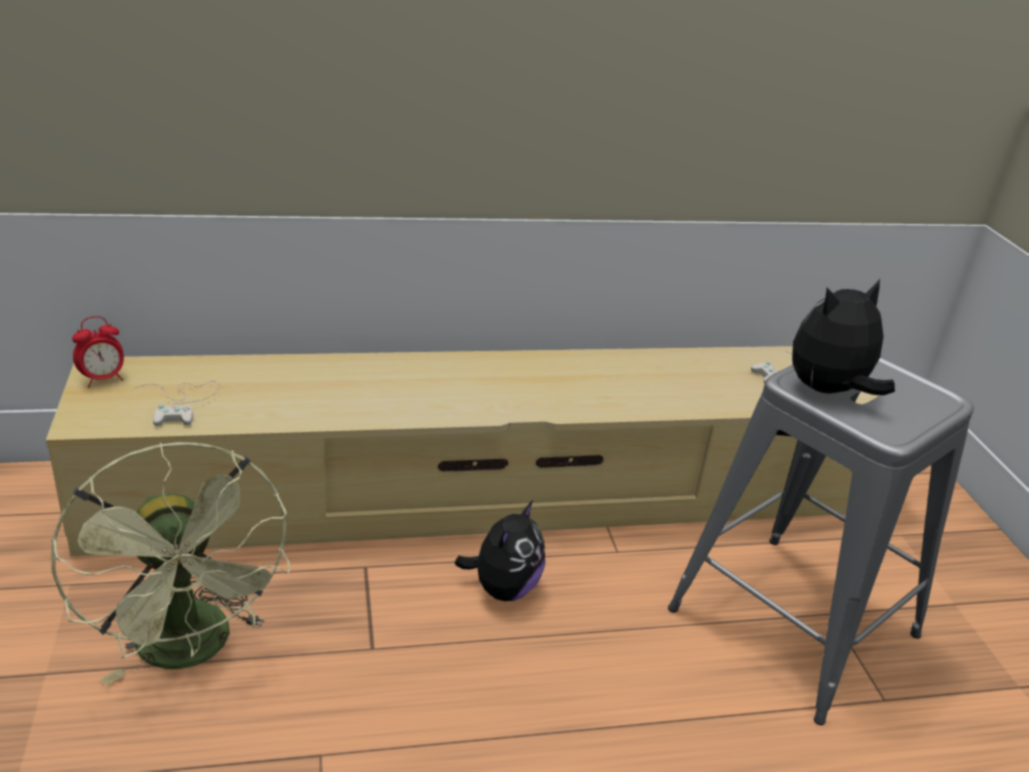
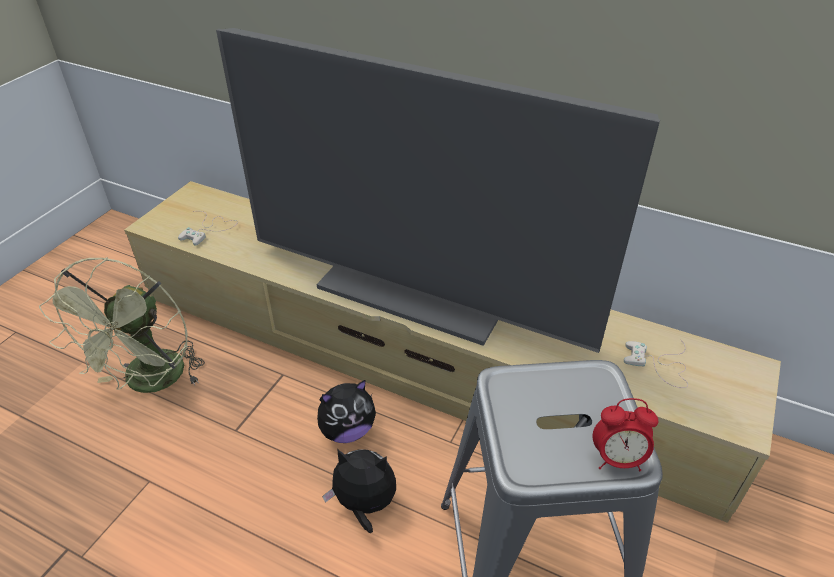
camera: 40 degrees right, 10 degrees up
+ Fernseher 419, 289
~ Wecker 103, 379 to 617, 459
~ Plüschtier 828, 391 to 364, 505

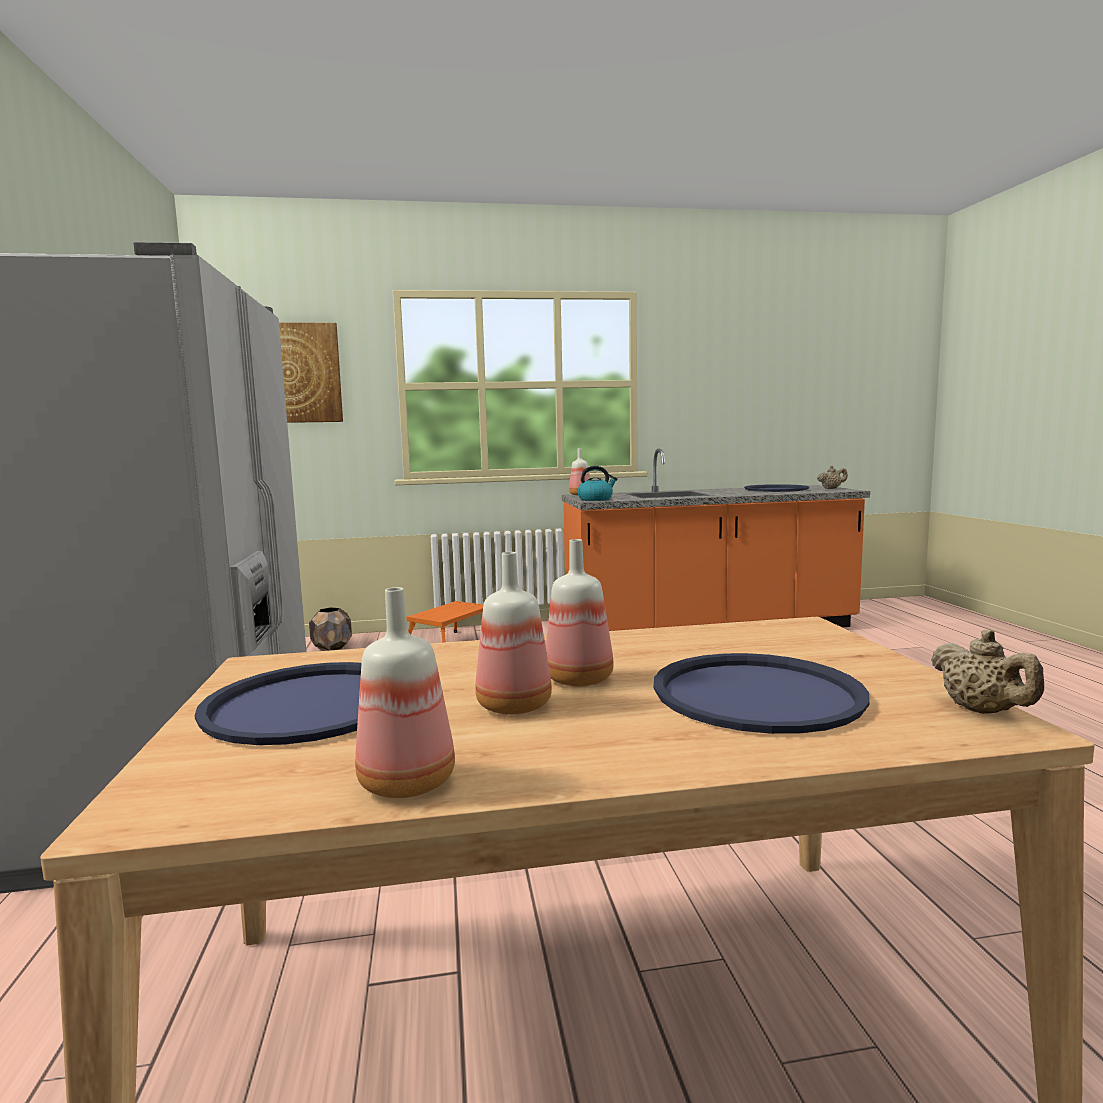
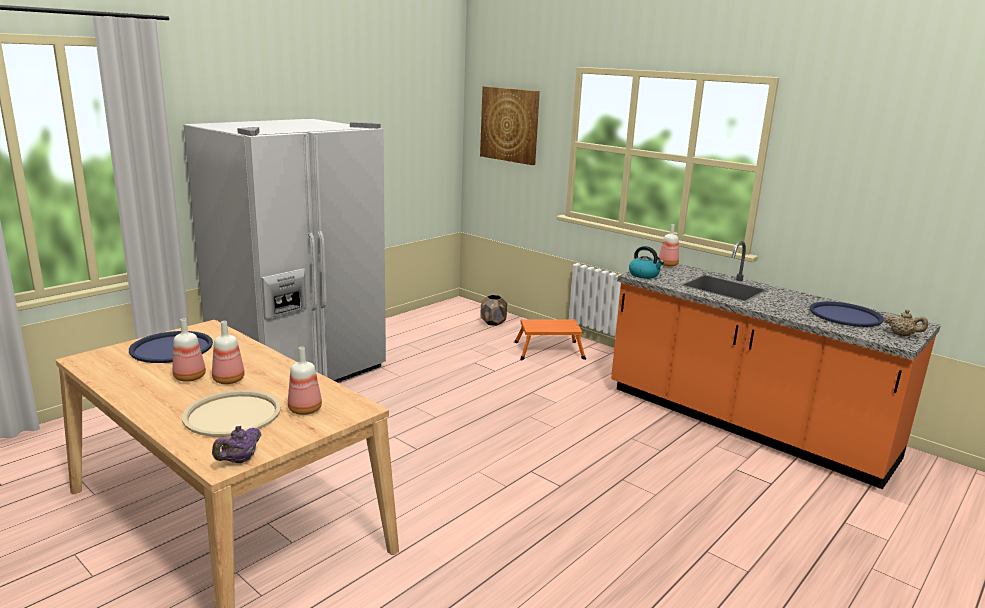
camera: 50 degrees right, 10 degrees up
~ Flasche 407, 781 to 306, 409
~ Tablett/blau 756, 694 to Tablett/beige 232, 414
~ Teekanne/beige 982, 711 to Teekanne/lila 239, 460

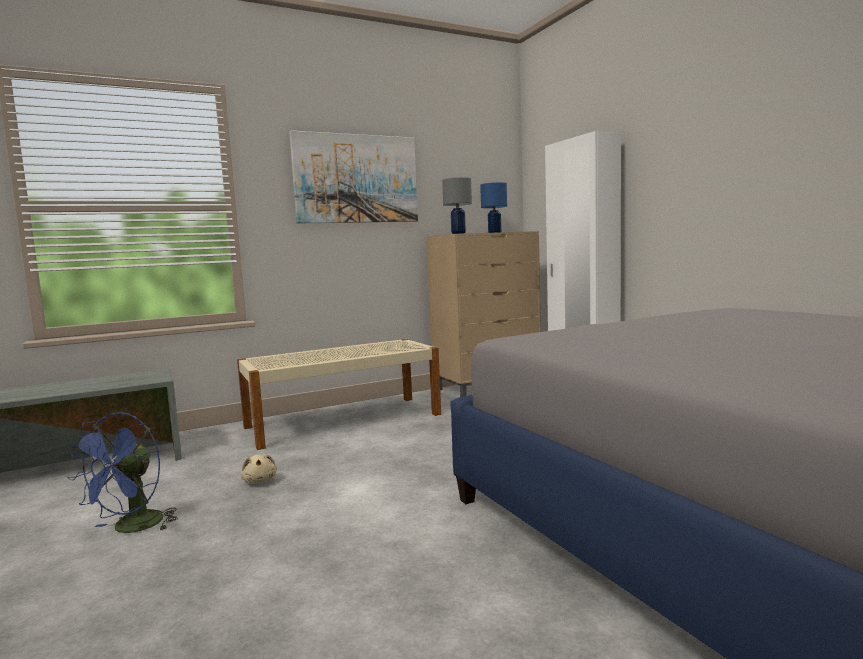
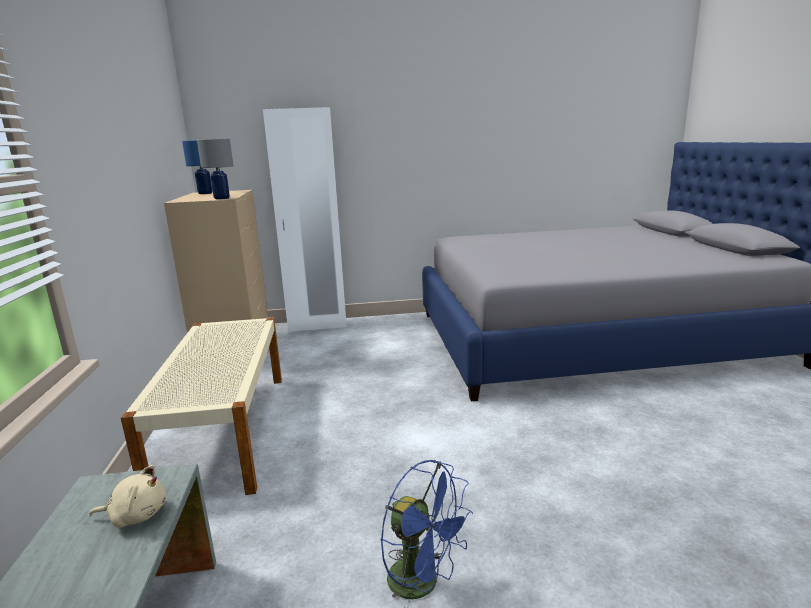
camera: 70 degrees left, 10 degrees up
- Bild 356, 179
~ Plüschtier/beige 260, 481 to 136, 515

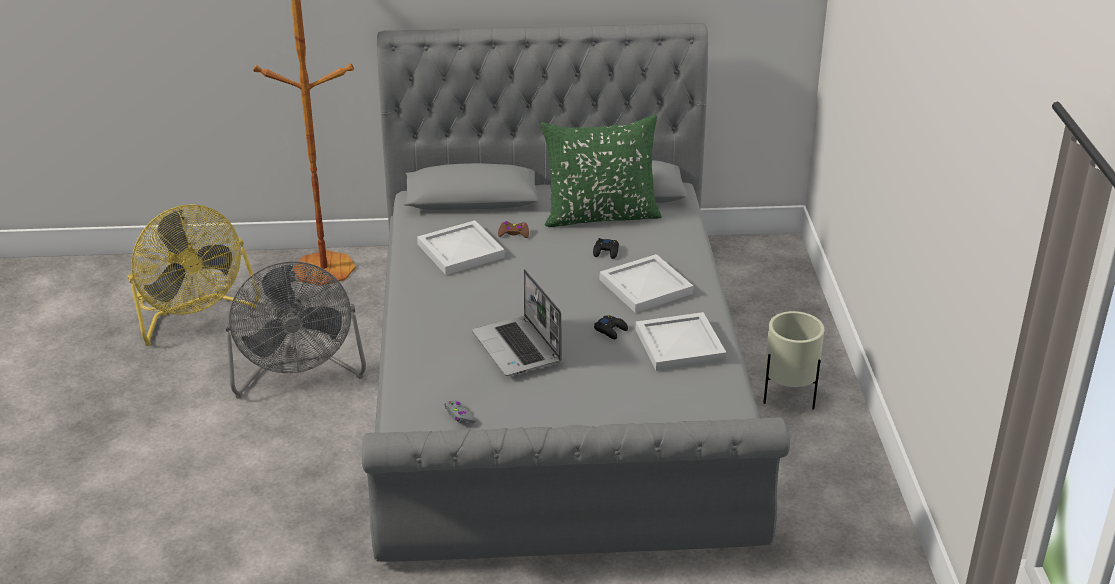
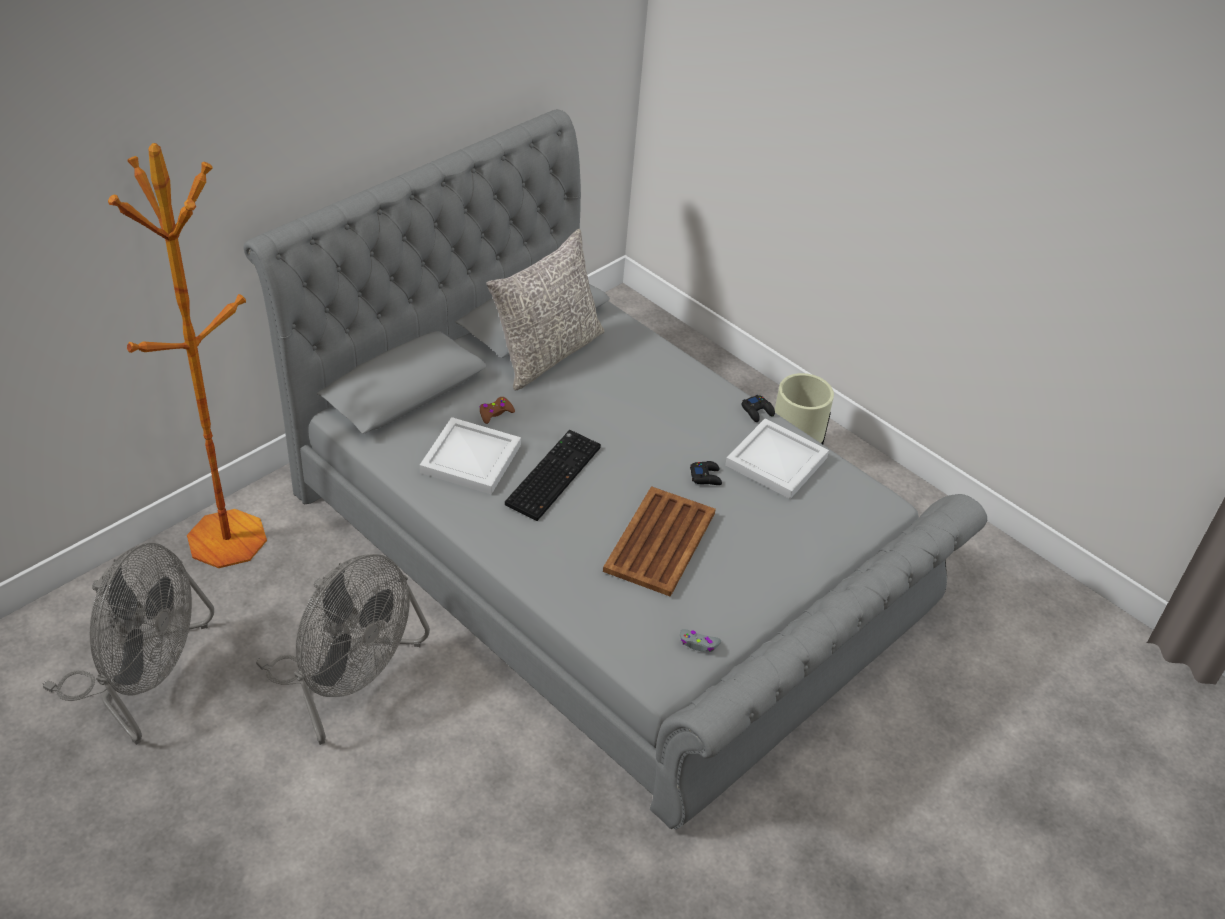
camera: 45 degrees left, 10 degrees up
- Tablett/weiß 647, 287
+ Tastatur 552, 474
~ Gamepad/schwarz 606, 252 to 757, 411
~ Laptop 518, 348 to Tablett/braun 661, 541
~ Ventilator/gelb 188, 316 to Ventilator/grau 141, 679
~ Kissen/grün 600, 215 to Kissen/grau 547, 353

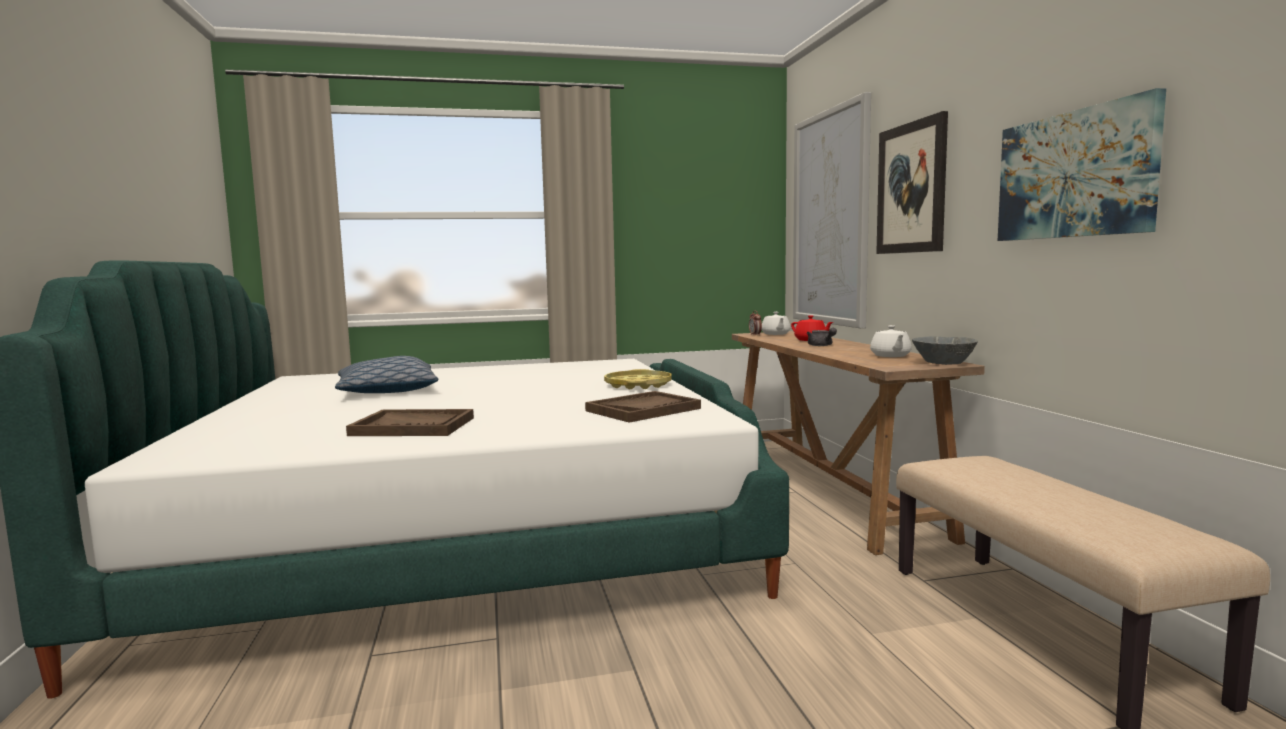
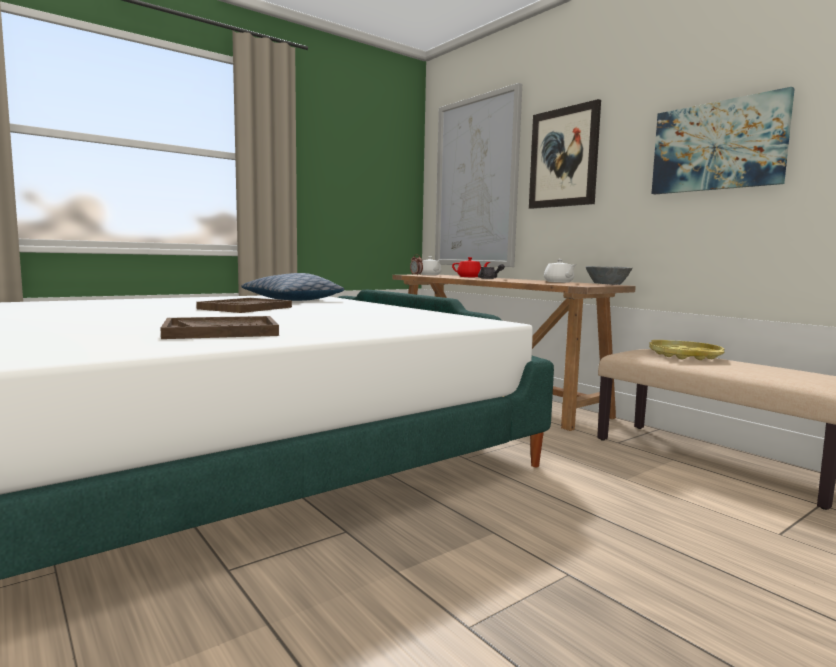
camera: 25 degrees left, 0 degrees up
~ Kissen 387, 391 to 293, 300
~ Tablett/braun 643, 409 to 245, 308
~ Tablett/gelb 638, 385 to 685, 355

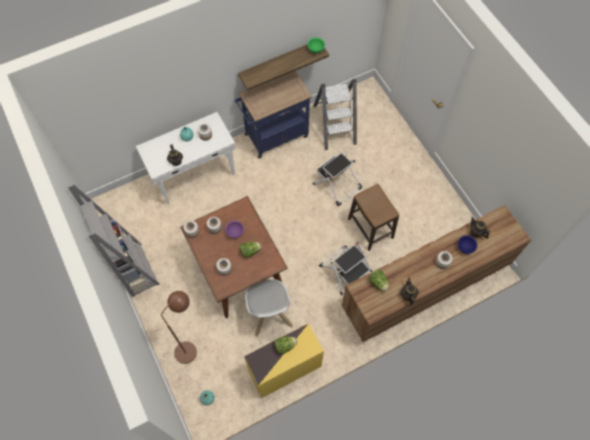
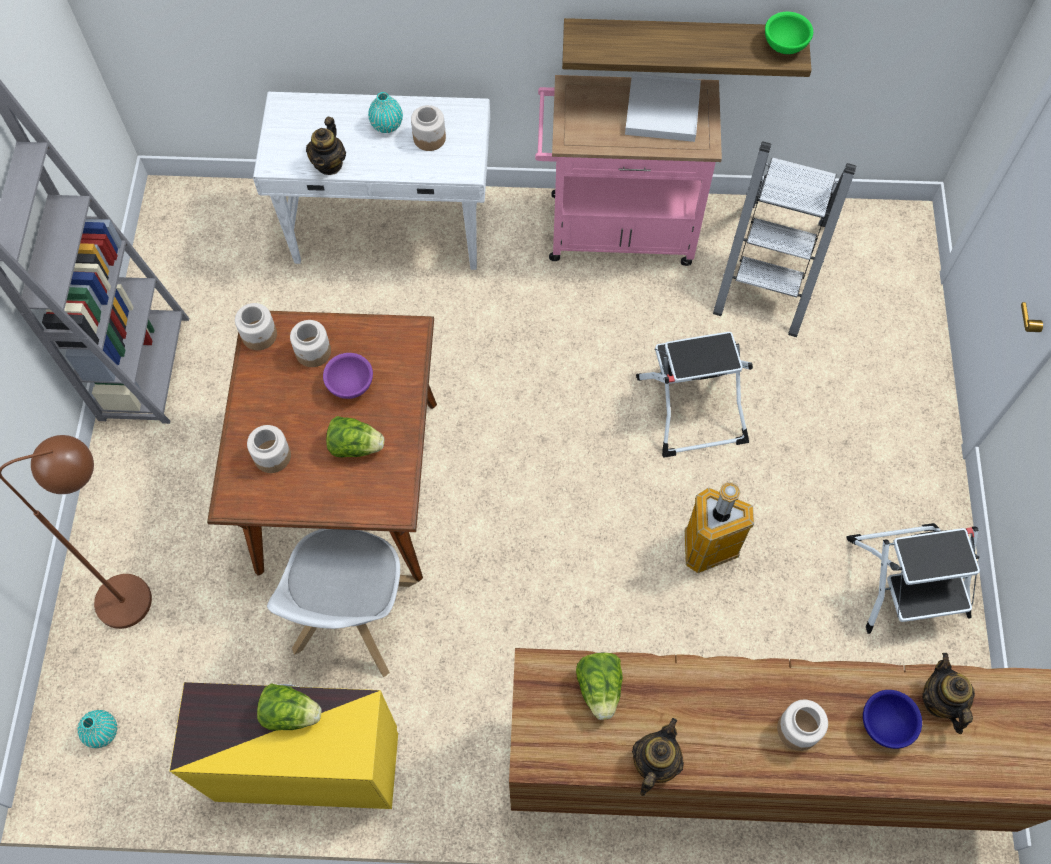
camera: 30 degrees right, 0 degrees up
+ Tablett/weiß 662, 110
~ Trittleiter 345, 270 to 905, 580
~ Hocker 370, 228 to Mülleimer 709, 549
~ Rollwagen/blau 274, 136 to Rollwagen/rosa 615, 230

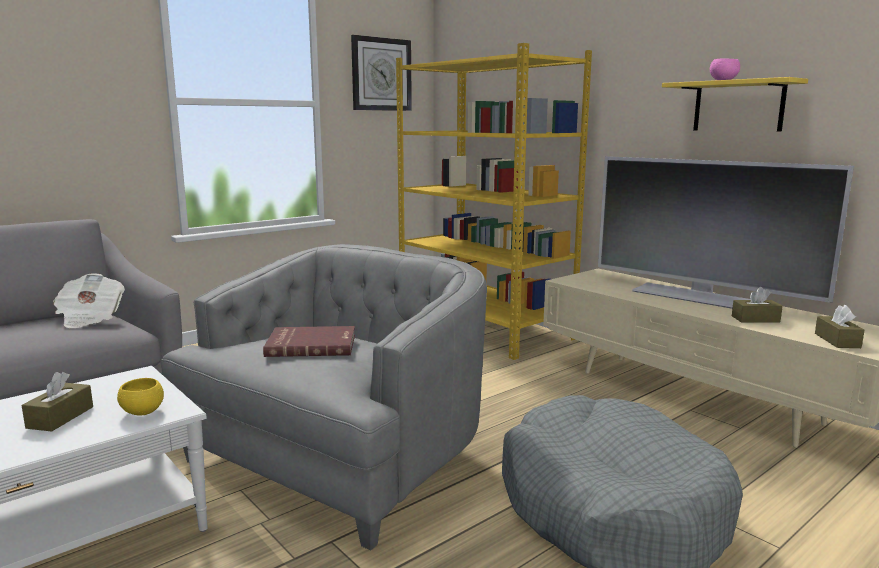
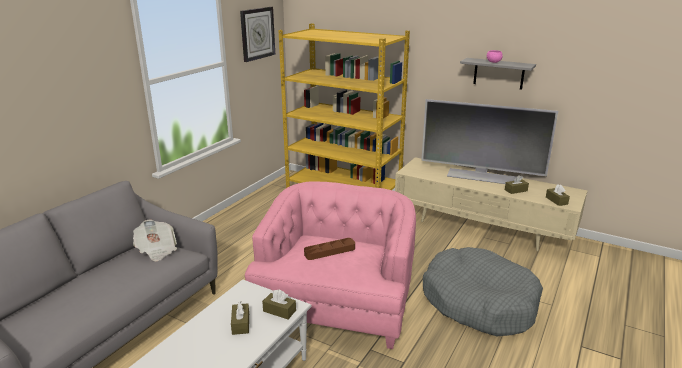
camera: 20 degrees left, 10 degrees up
~ Schüssel/gelb 142, 412 to Taschentuchbox/braun 279, 311
~ Buch/rot 311, 345 to Tablett/braun 330, 251
~ Sessel/grau 339, 460 to Sessel/rosa 336, 305
~ Wandregal/gelb 738, 106 to Wandregal/grau 498, 73

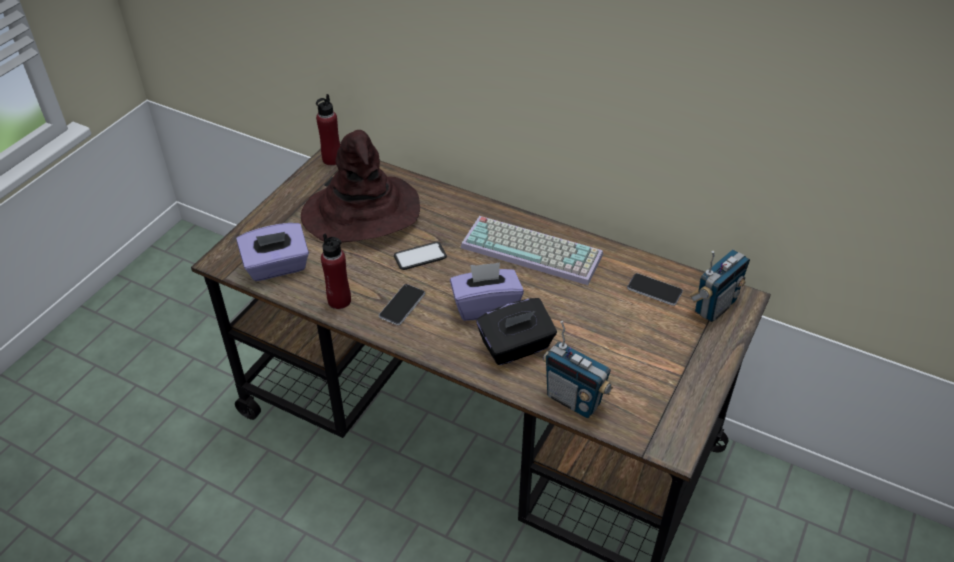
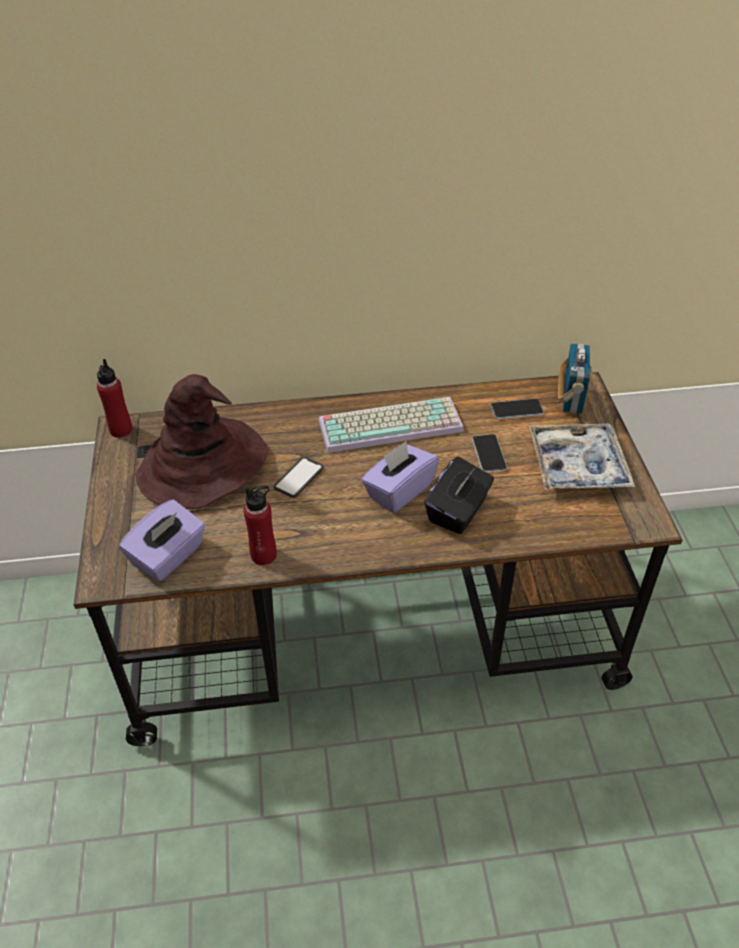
camera: 35 degrees left, 0 degrees up
- Radio 574, 400
+ Tablett 577, 465
~ Handy 402, 305 to 489, 454

